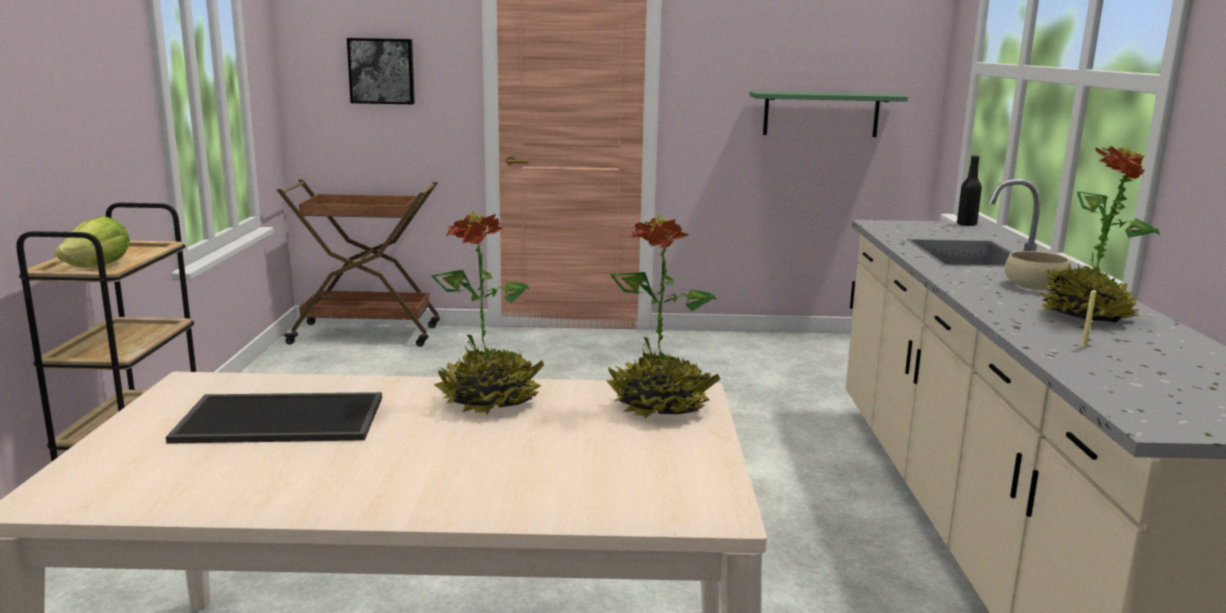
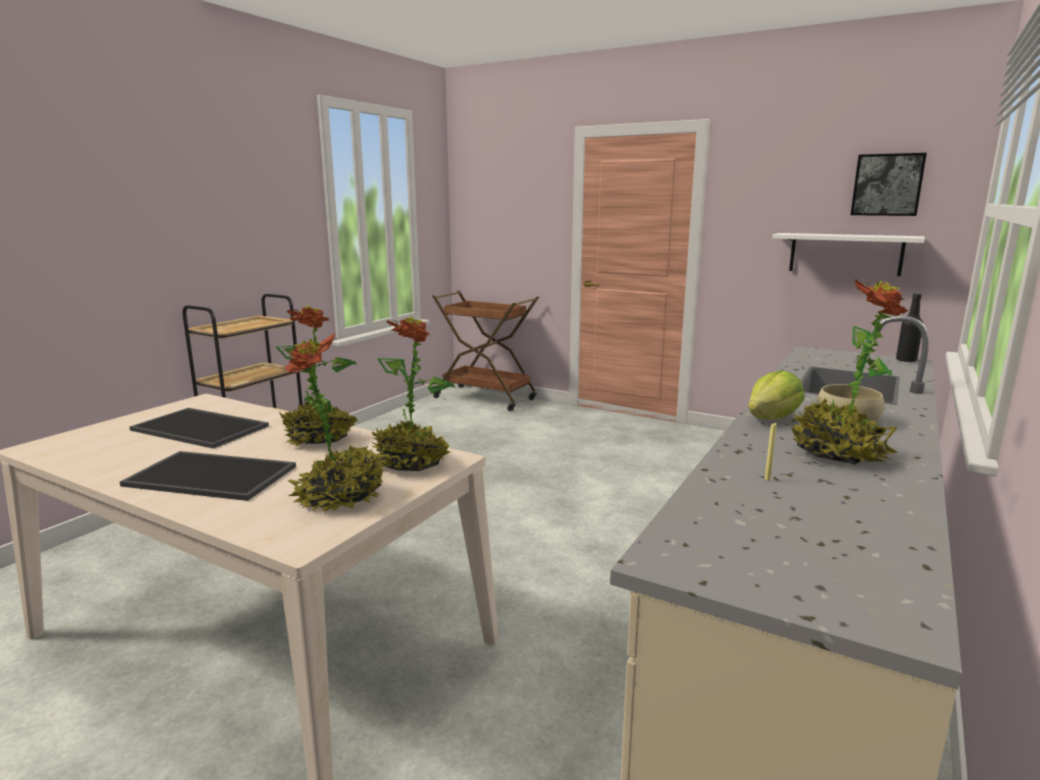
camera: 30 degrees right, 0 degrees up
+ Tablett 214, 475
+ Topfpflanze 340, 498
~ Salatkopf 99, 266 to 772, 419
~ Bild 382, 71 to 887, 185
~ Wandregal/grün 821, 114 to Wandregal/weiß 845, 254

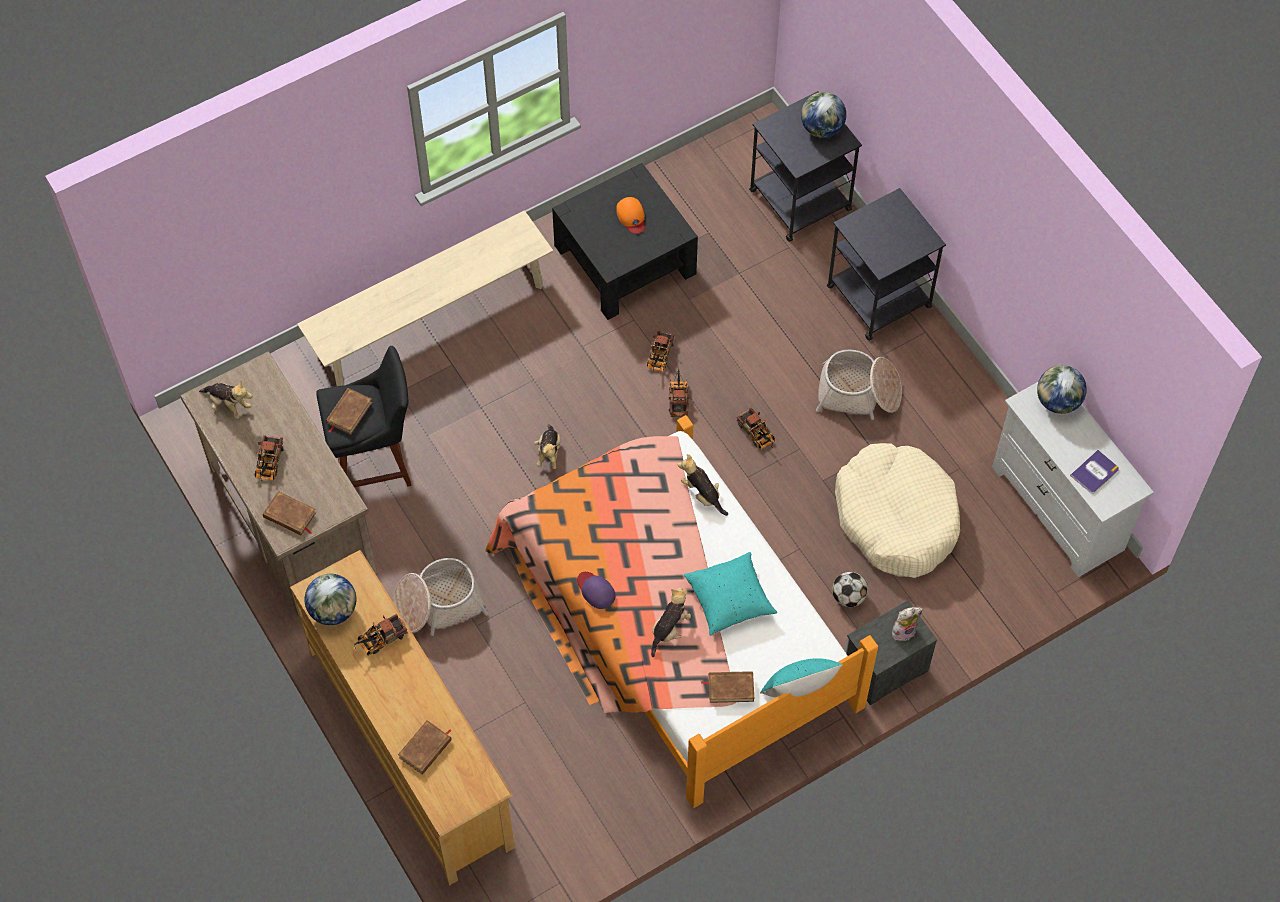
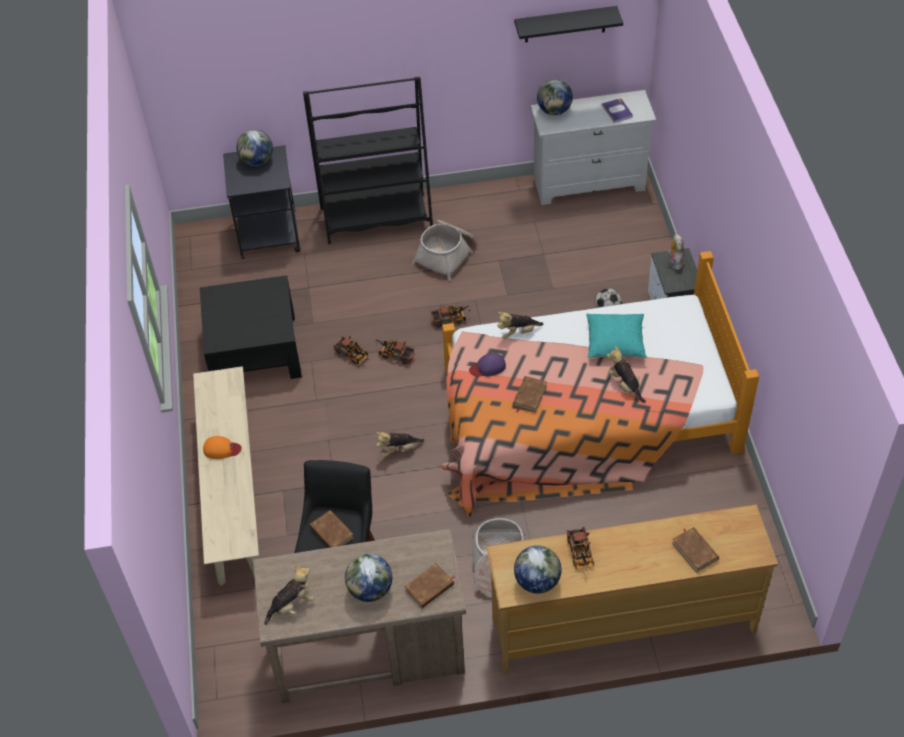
camera: 65 degrees left, 10 degrees down
- Kissen/türkis 798, 692
- Hundebett/beige 896, 517
+ Wandregal/schwarz 565, 24
~ Kappe/lila 595, 590 to 488, 367
~ Kappe/orange 631, 216 to 221, 449
~ Buch/braun 730, 688 to 529, 396
~ Spielzeuglaster 269, 465 to Globus 370, 590
~ Rollwagen/schwarz 879, 298 to Bücherregal/schwarz 376, 218
~ Plüschtier 549, 452 = 399, 450 135 degrees clockwise

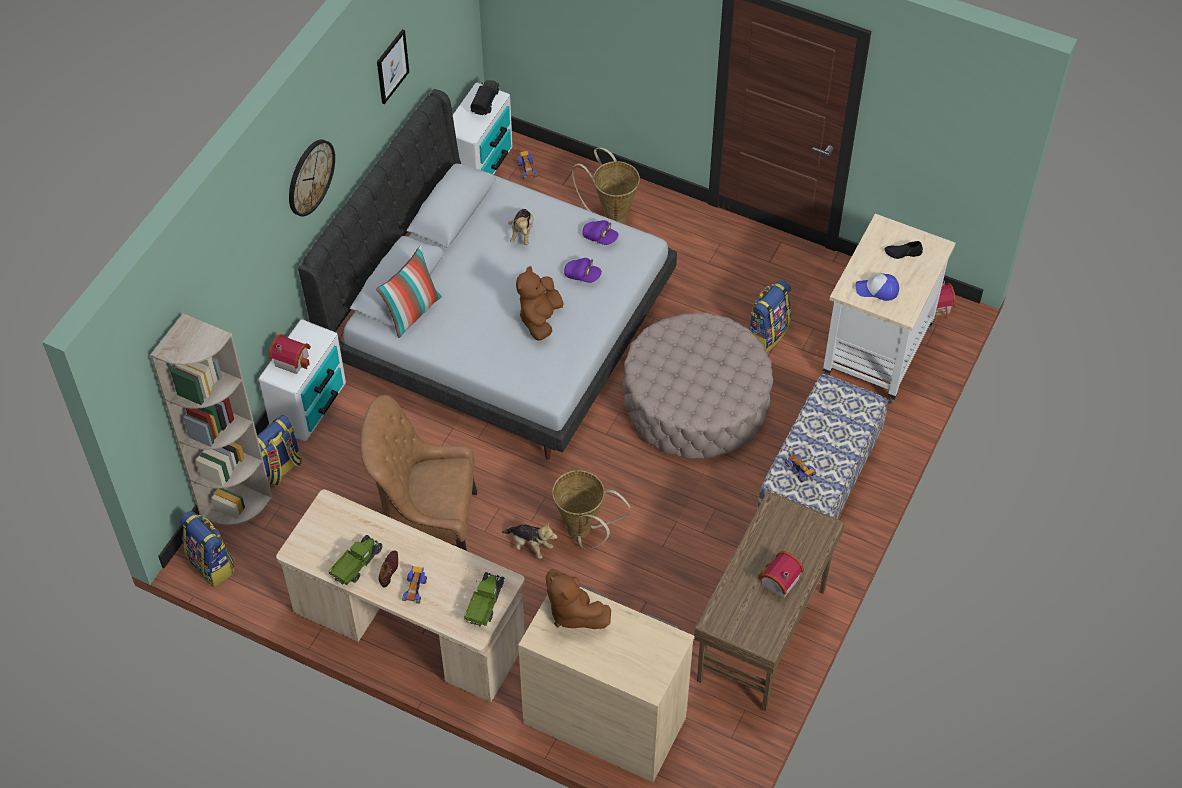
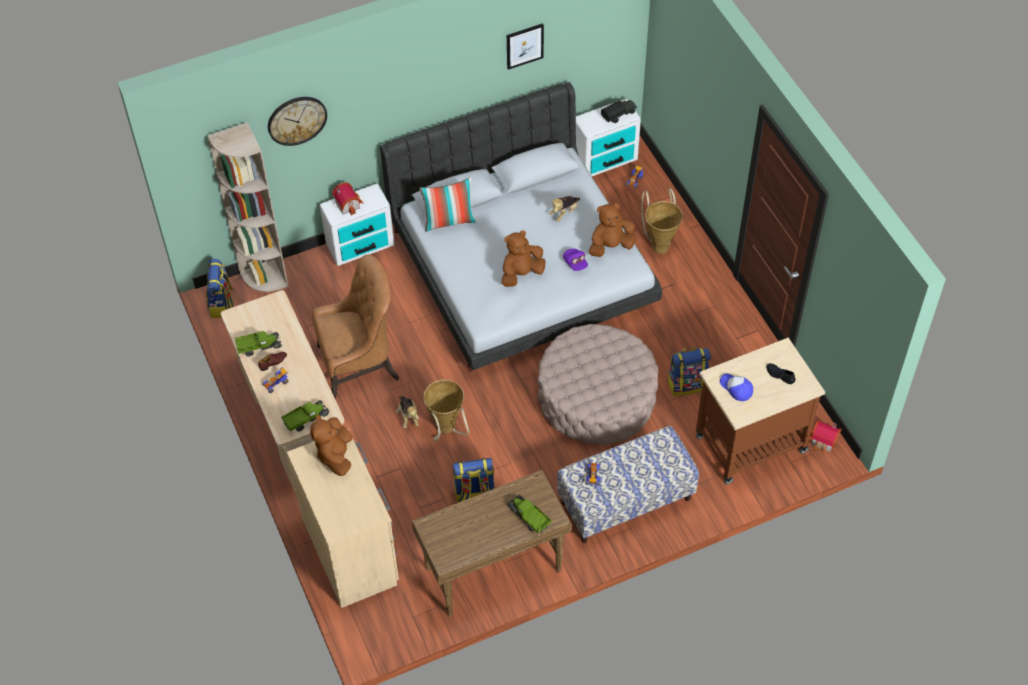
camera: 40 degrees right, 0 degrees up
- Spielzeughaus 777, 581
+ Spielzeuglaster 528, 518
~ Rucksack 278, 470 to 474, 493
~ Wanduhr 310, 177 to 297, 120
~ Kappe/lila 600, 237 to Plüschtier/braun 610, 246
~ Rollwagen/weiß 877, 354 to Rollwagen/braun 750, 445
~ Stuhl/braun 426, 526 = 359, 363 120 degrees clockwise

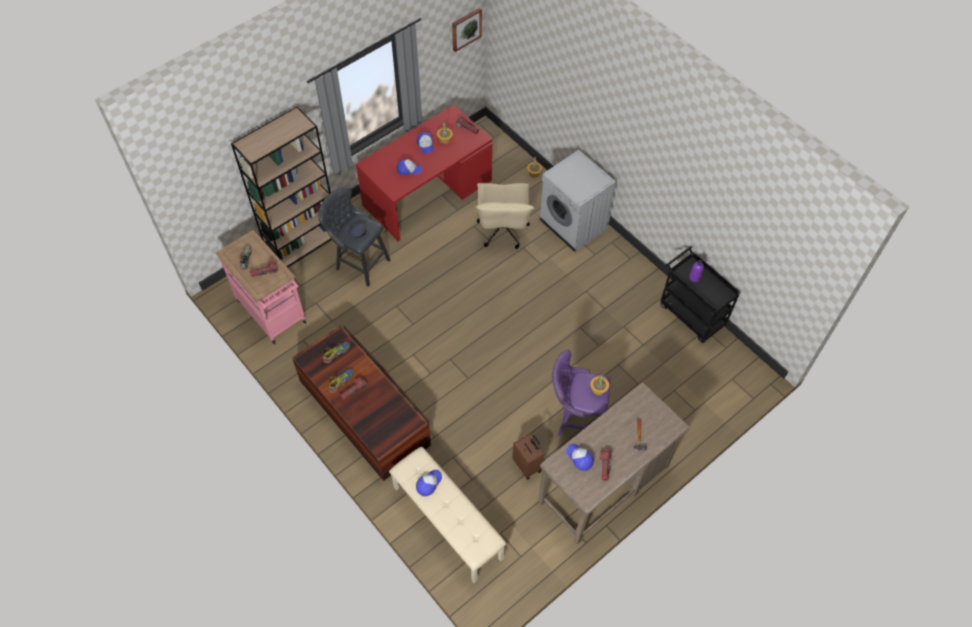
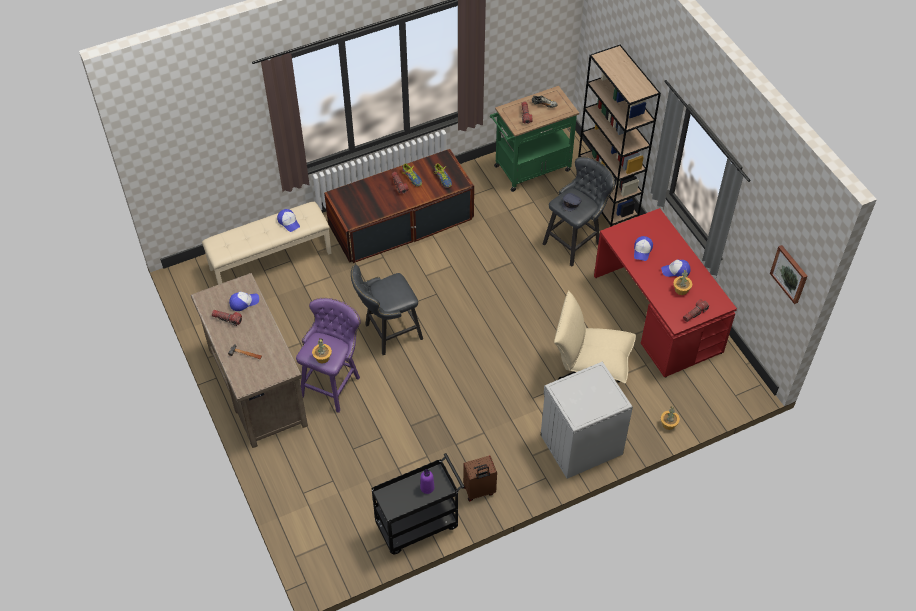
camera: 105 degrees right, 5 degrees down
+ Hocker/grau 387, 334
~ Koffer/braun 527, 465 to 479, 491
~ Rollwagen/rosa 273, 313 to Rollwagen/grün 530, 169

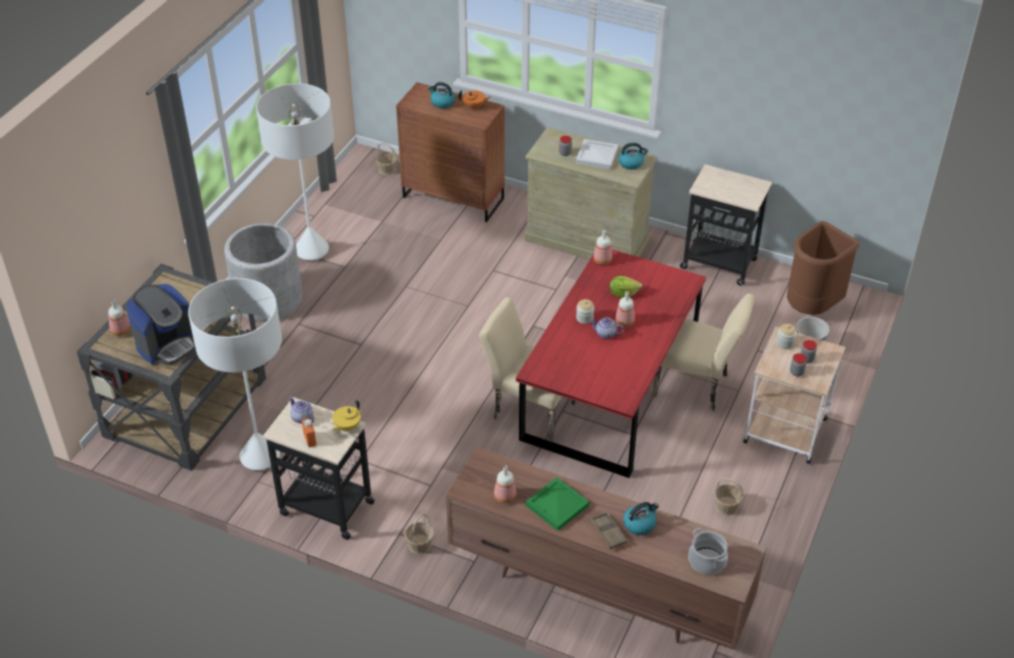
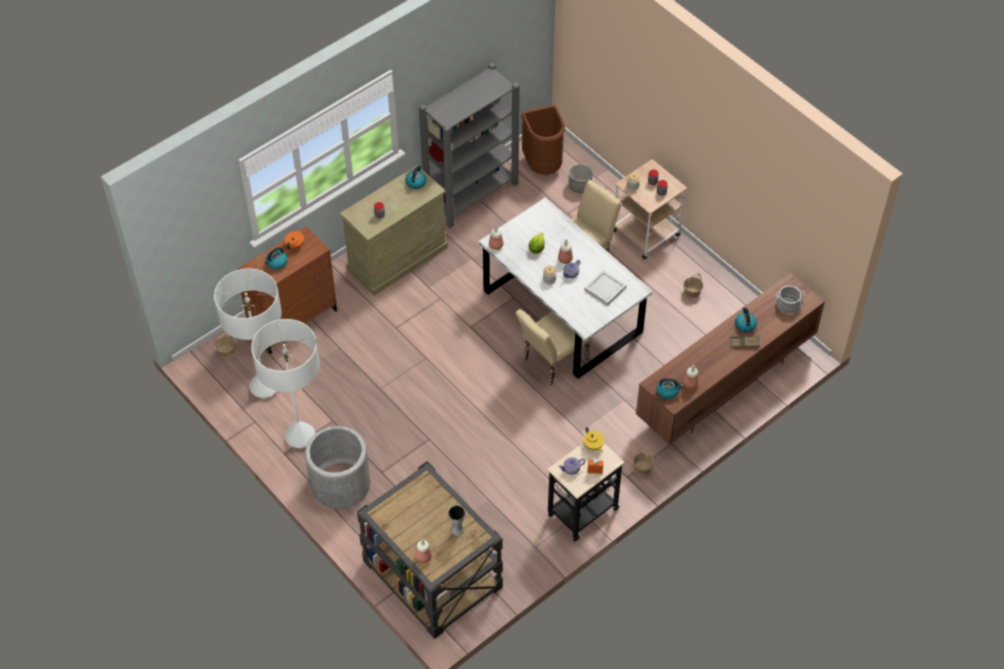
camera: 65 degrees left, 10 degrees up
- Tablett/grün 558, 505
+ Wasserkessel 668, 391
~ Stehlampe/weiß 260, 458 to 264, 387
~ Tablett/weiß 597, 156 to 605, 289
~ Kaffeemaschine 167, 345 to Vase 456, 529
~ Rollwagen 720, 264 to Bücherregal/grau 471, 194
~ Esstisch/rot 610, 394 to Esstisch/weiß 563, 310

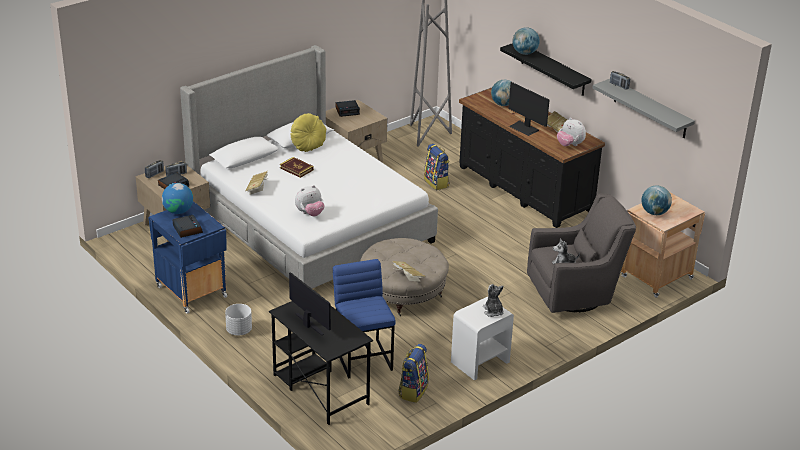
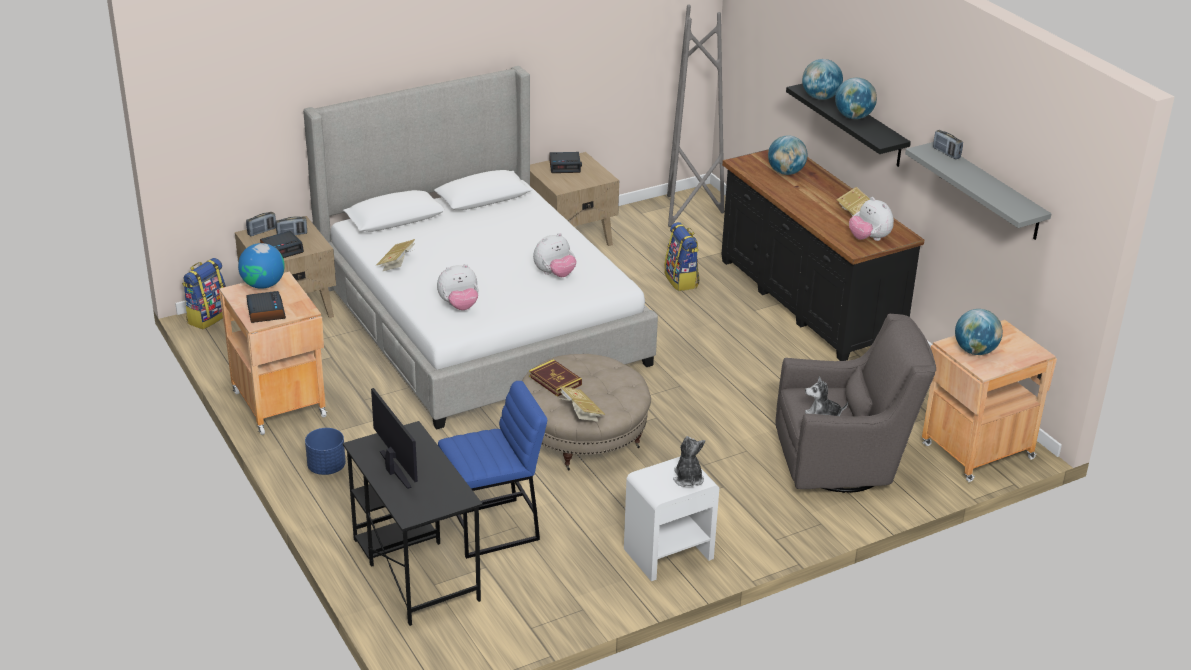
camera: 10 degrees right, 0 degrees up
- Kissen/gelb 308, 147
- Monitor 524, 128
+ Plüschtier 554, 274
+ Globus 853, 117
~ Buch 296, 169 to 555, 380
~ Rucksack 413, 391 to 208, 317
~ Rollwagen/blau 191, 291 to Rollwagen/braun 278, 403
~ Pflanzkübel/weiß 239, 330 to Pflanzkübel/blau 326, 468
~ Stuhl/blau 362, 357 = 493, 527 75 degrees clockwise

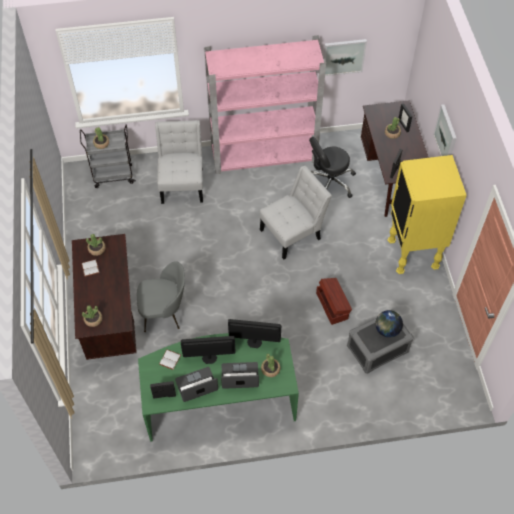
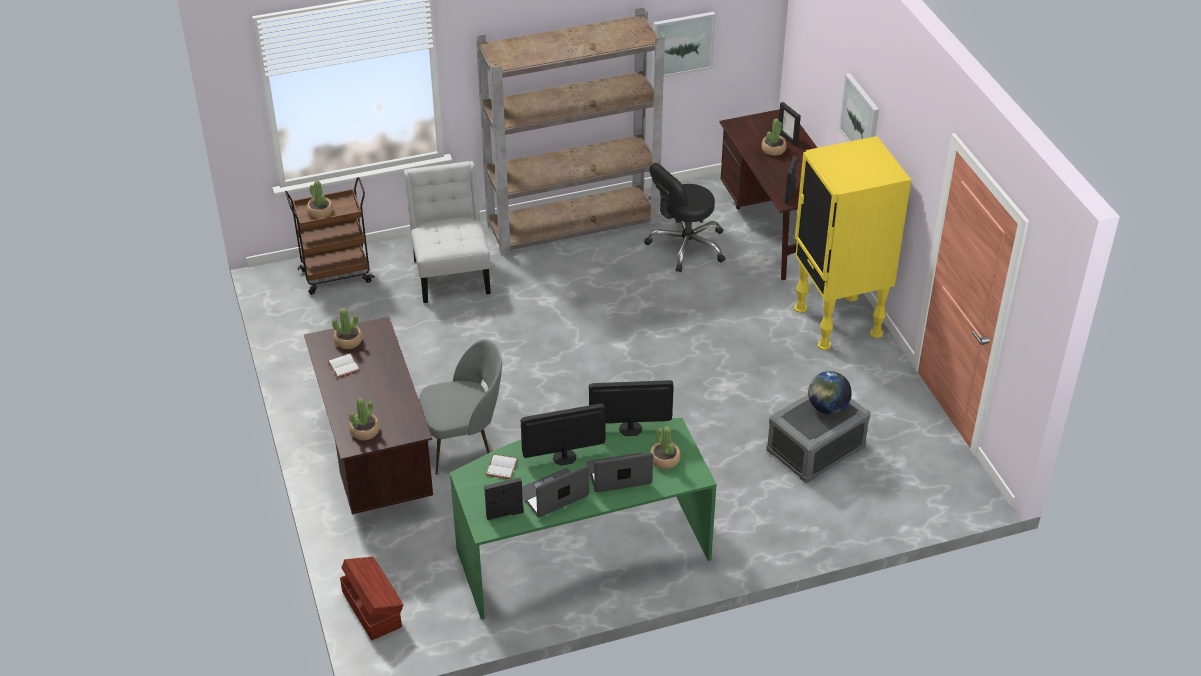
camera: 10 degrees left, 15 degrees down
- Stuhl/weiß 293, 233
~ Aufbewahrungsbox/braun 332, 305 to 372, 608
~ Rollwagen/grau 114, 176 to Rollwagen/braun 337, 276
~ Bücherregal/rosa 264, 154 to Bücherregal/braun 573, 222

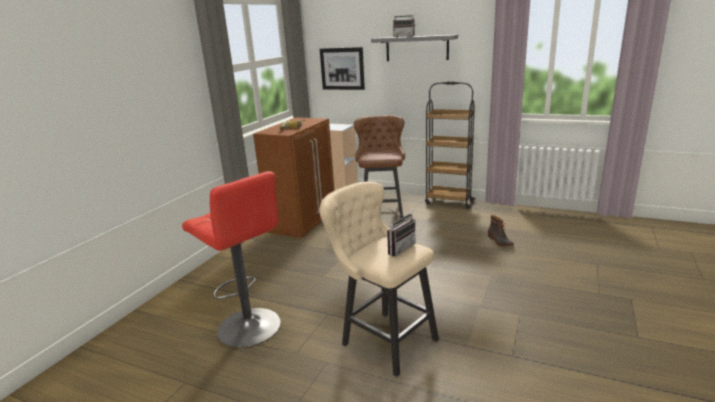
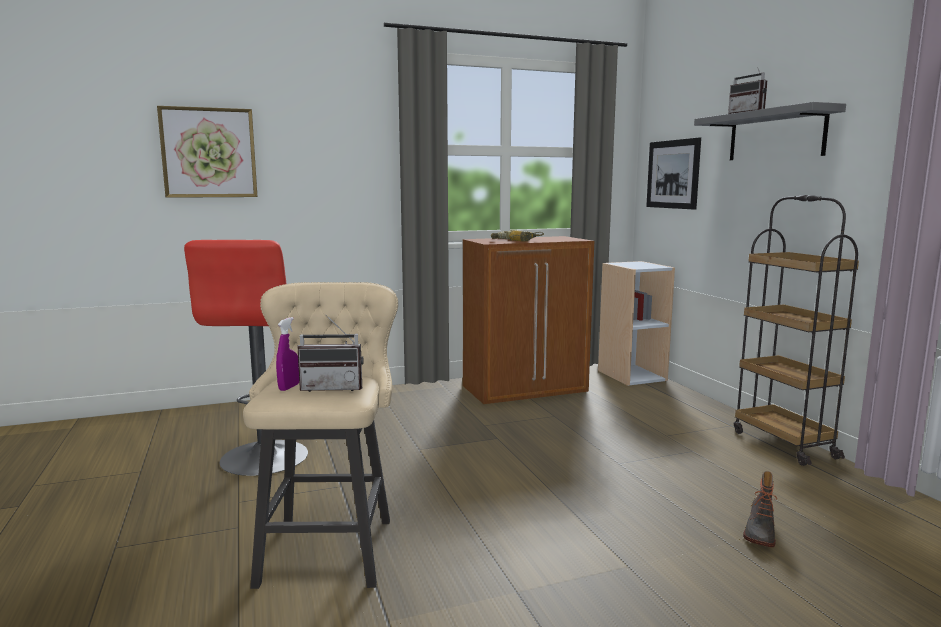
camera: 45 degrees right, 10 degrees down
- Hocker/braun 382, 209
+ Bild 209, 153
+ Sprühflasche/lila 289, 387

